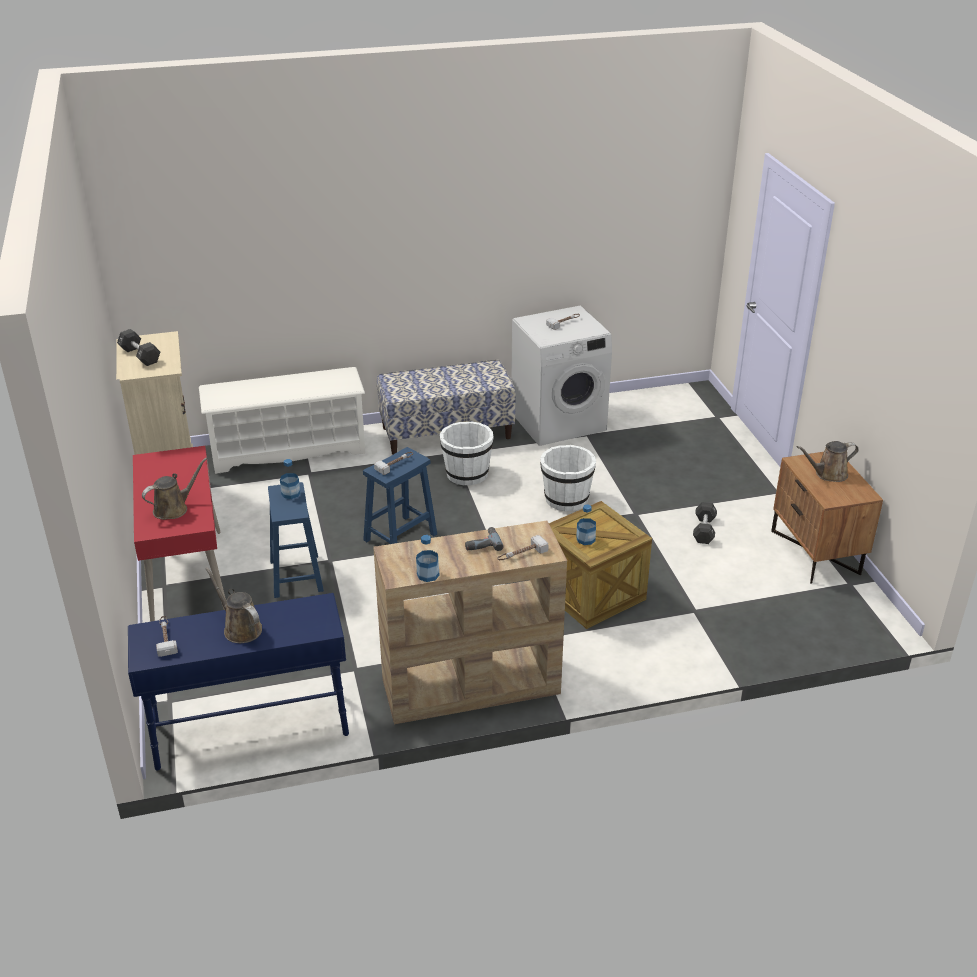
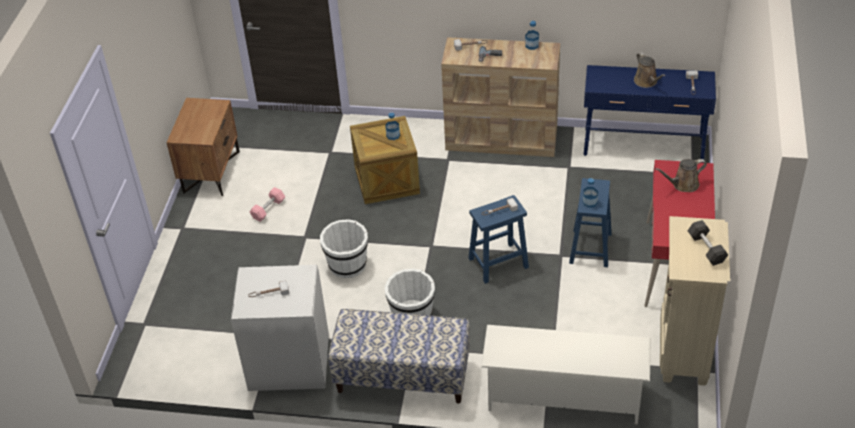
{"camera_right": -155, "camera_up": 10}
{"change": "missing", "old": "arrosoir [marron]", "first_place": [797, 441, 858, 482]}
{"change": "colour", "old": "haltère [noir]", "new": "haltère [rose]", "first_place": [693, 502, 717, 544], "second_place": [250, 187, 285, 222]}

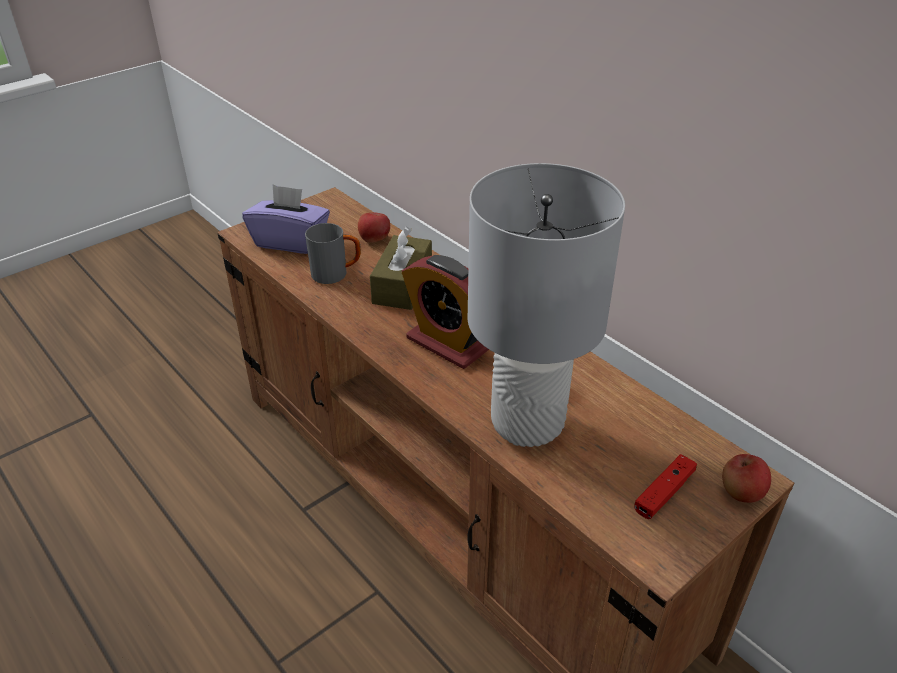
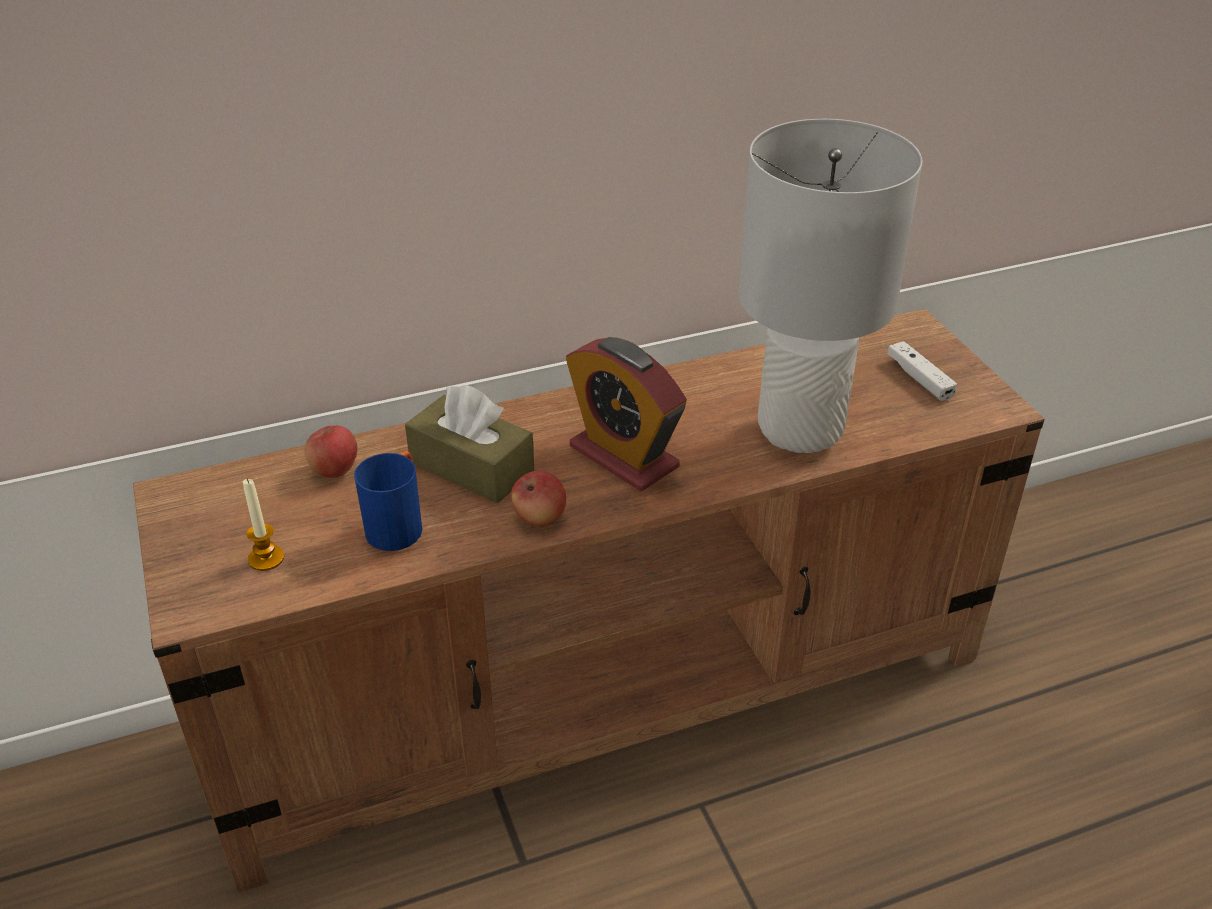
{"camera_right": -70, "camera_up": 0}
{"change": "relocated", "old": "pomme", "first_place": [722, 454, 771, 503], "second_place": [511, 471, 566, 526]}
{"change": "exchanged", "old": "boîte à mouchoirs [violet]", "new": "bougie", "first_place": [242, 185, 330, 254], "second_place": [243, 478, 284, 571]}
{"change": "colour", "old": "mug [gris]", "new": "mug [bleu]", "first_place": [305, 223, 361, 284], "second_place": [354, 451, 422, 551]}
{"change": "colour", "old": "manette [rouge]", "new": "manette [blanc]", "first_place": [634, 454, 697, 519], "second_place": [887, 341, 957, 401]}
{"change": "spun", "old": "réveil", "first_place": [402, 255, 489, 369], "second_place": [566, 337, 687, 491], "degrees": 75}

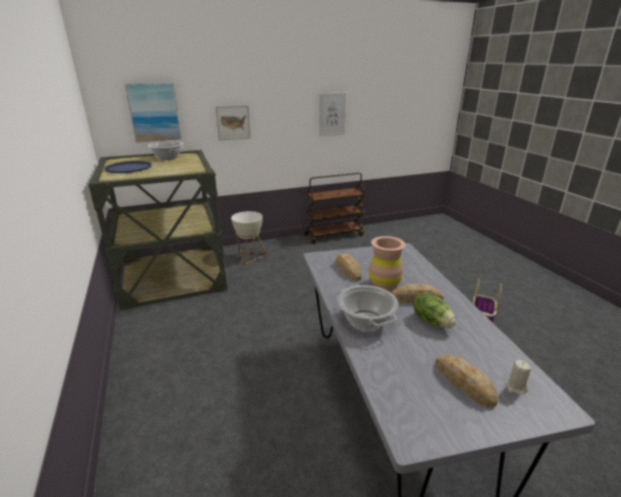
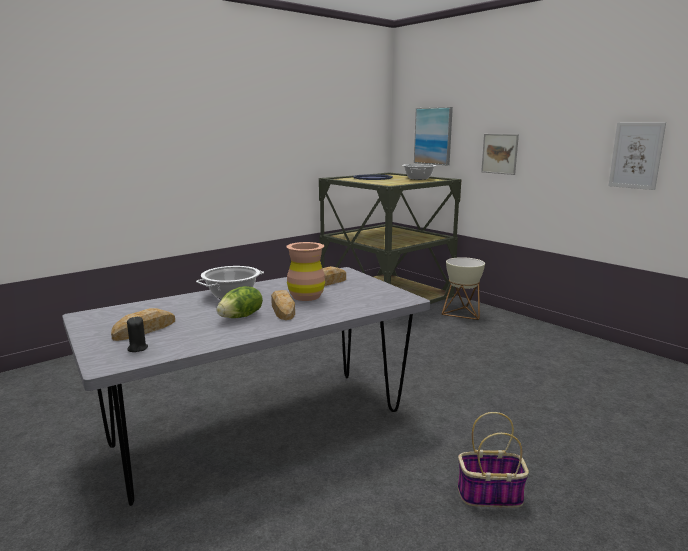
{"camera_right": 70, "camera_up": -10}
{"change": "missing", "old": "chariot [marron]", "first_place": [304, 173, 366, 244]}
{"change": "colour", "old": "bougie [beige]", "new": "bougie [noir]", "first_place": [505, 360, 531, 394], "second_place": [127, 317, 148, 352]}

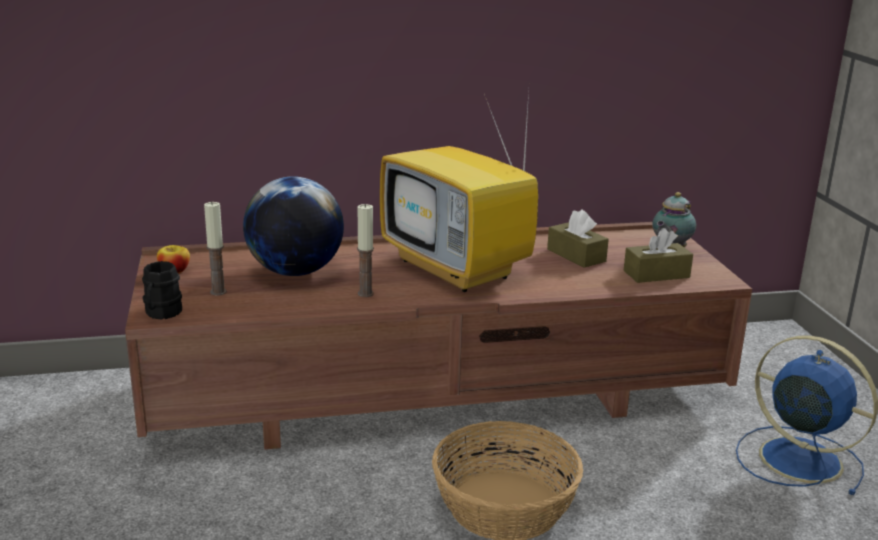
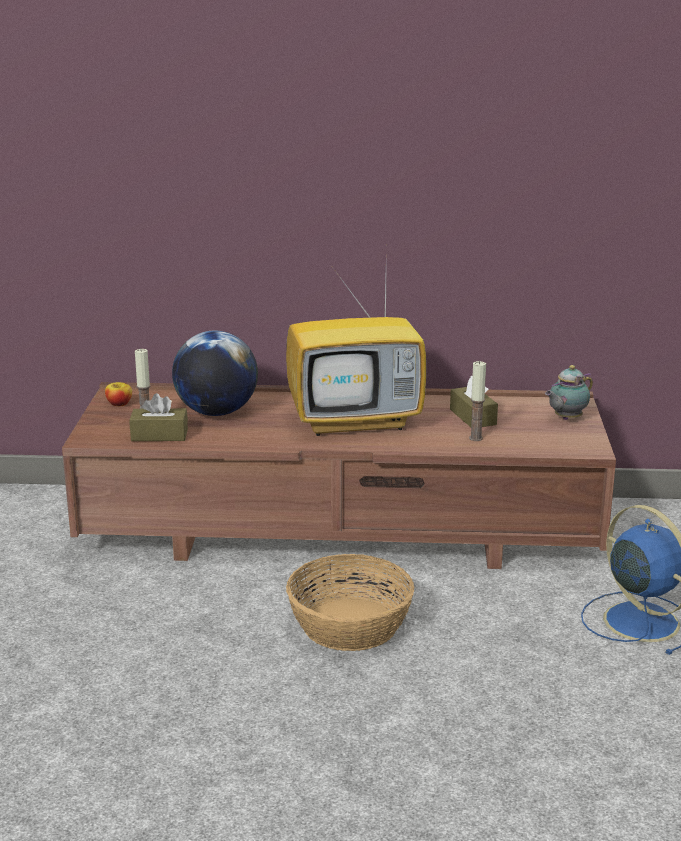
{"camera_right": 15, "camera_up": 0}
{"change": "missing", "old": "mug [noir]", "first_place": [142, 261, 182, 320]}
{"change": "relocated", "old": "bougie", "first_place": [357, 203, 374, 297], "second_place": [469, 361, 486, 441]}
{"change": "relocated", "old": "boîte à mouchoirs [marron]", "first_place": [623, 228, 693, 283], "second_place": [129, 393, 188, 441]}
{"change": "spun", "old": "téléviseur", "first_place": [380, 92, 538, 292], "second_place": [286, 264, 426, 436], "degrees": -75}

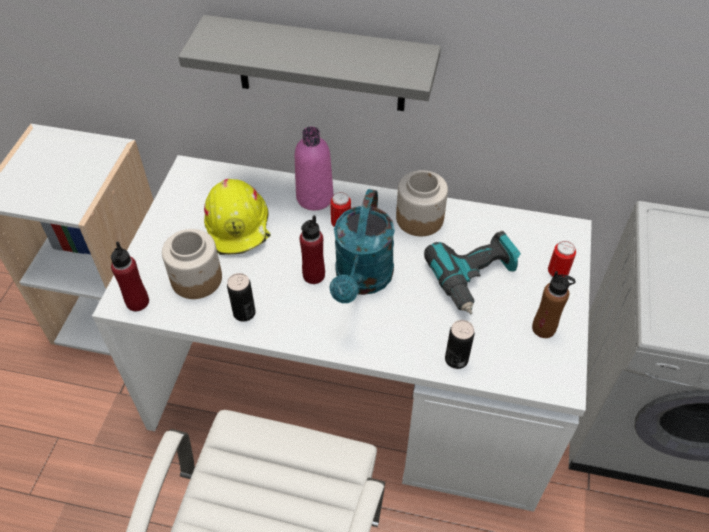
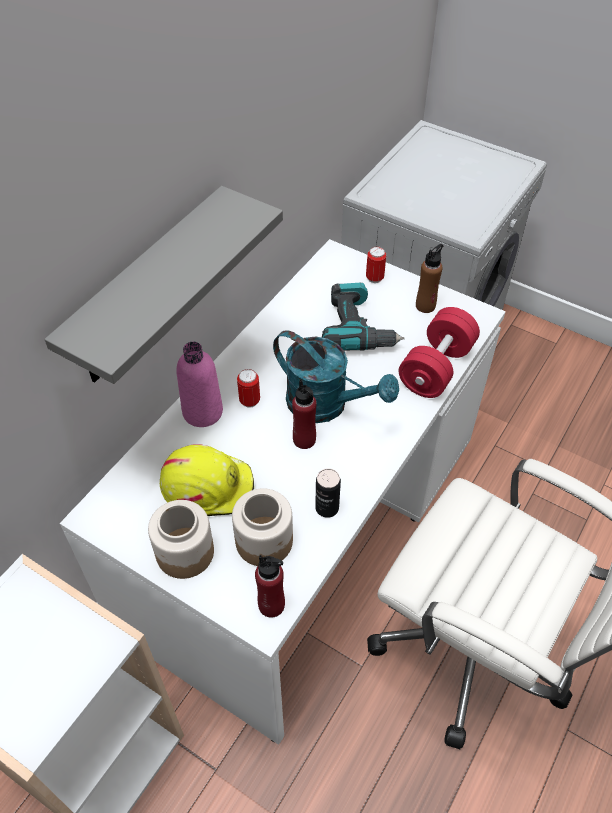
{"camera_right": -70, "camera_up": 0}
{"change": "relocated", "old": "bocal", "first_place": [396, 170, 448, 236], "second_place": [148, 500, 214, 579]}
{"change": "exchanged", "old": "boîte métallique", "new": "haltère [rouge]", "first_place": [445, 320, 475, 369], "second_place": [399, 307, 480, 398]}

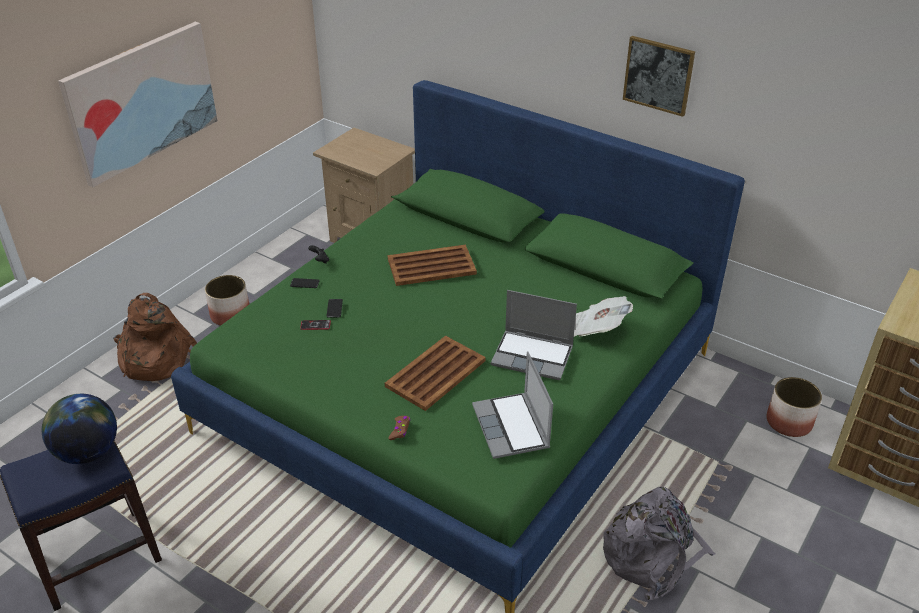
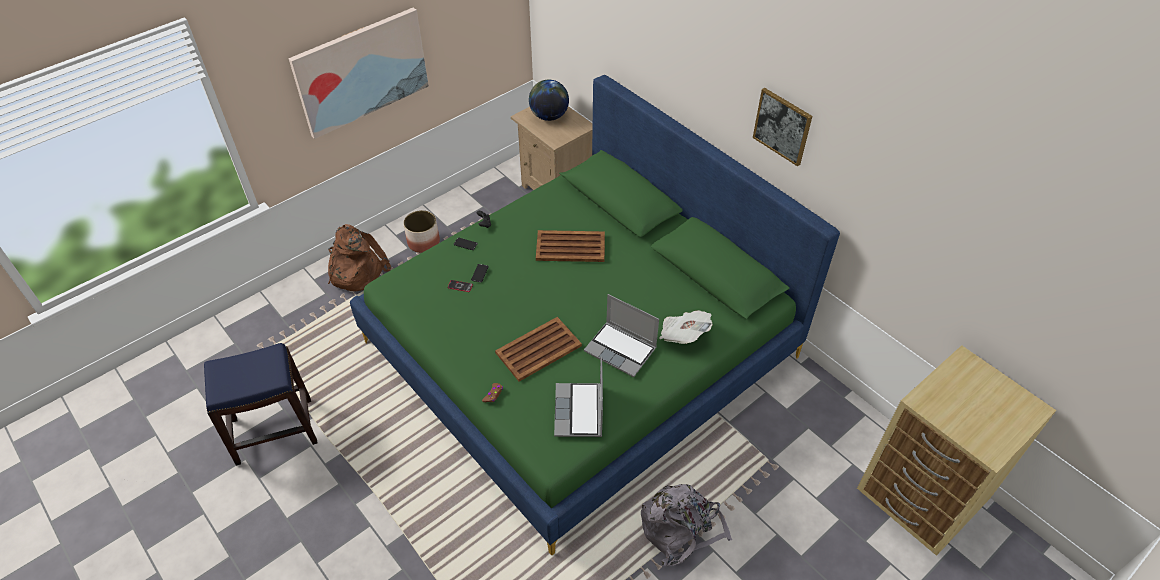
{"camera_right": 15, "camera_up": 10}
{"change": "missing", "old": "cache-pot", "first_place": [767, 377, 822, 437]}
{"change": "relocated", "old": "globe", "first_place": [42, 394, 117, 464], "second_place": [529, 79, 569, 121]}

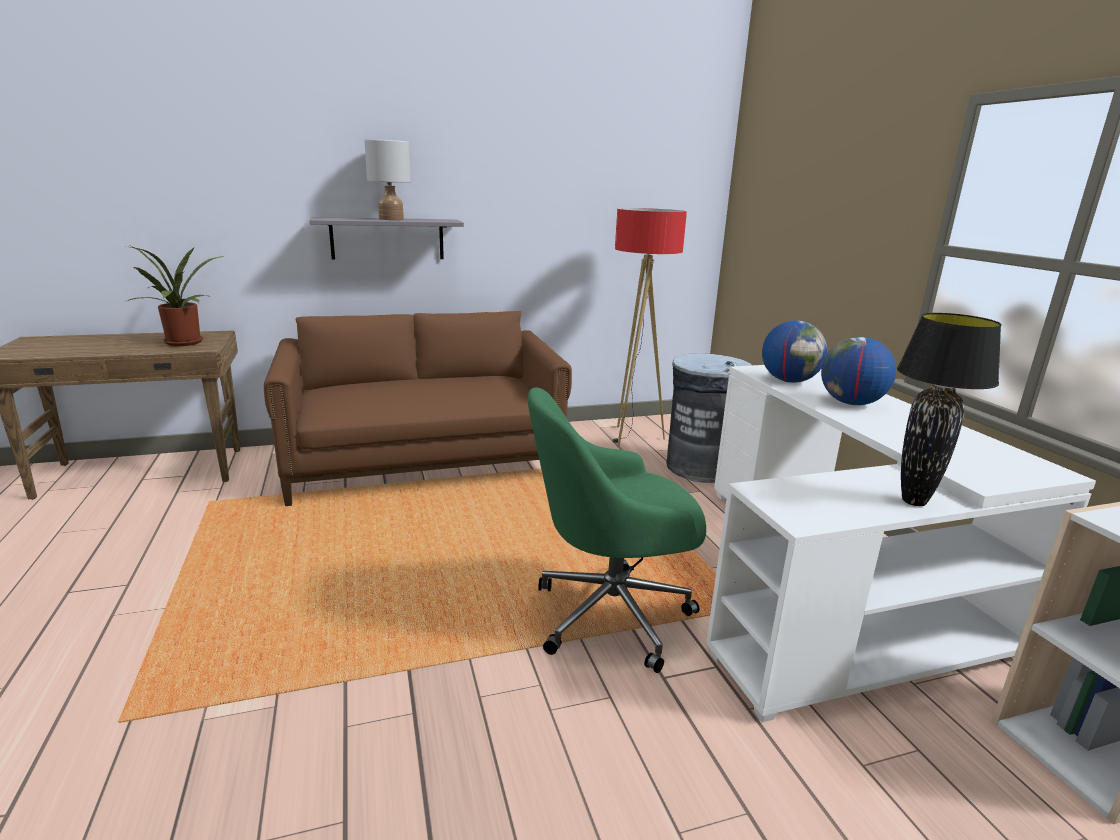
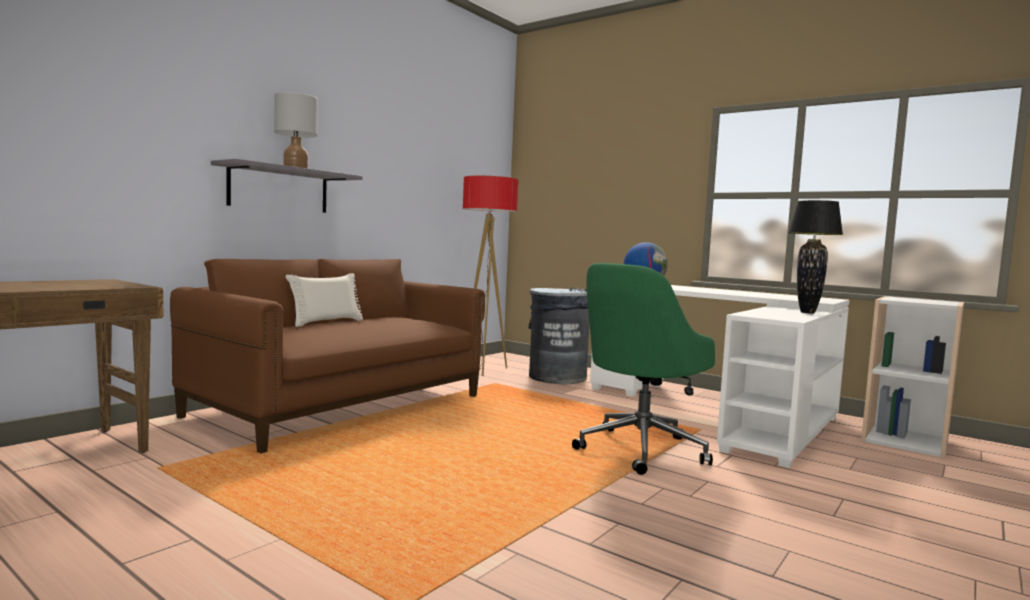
{"camera_right": -35, "camera_up": -15}
{"change": "missing", "old": "plante en pot", "first_place": [126, 245, 224, 346]}
{"change": "missing", "old": "globe", "first_place": [821, 337, 896, 405]}
{"change": "appeared", "new": "coussin [blanc]", "second_place": [286, 273, 363, 327]}

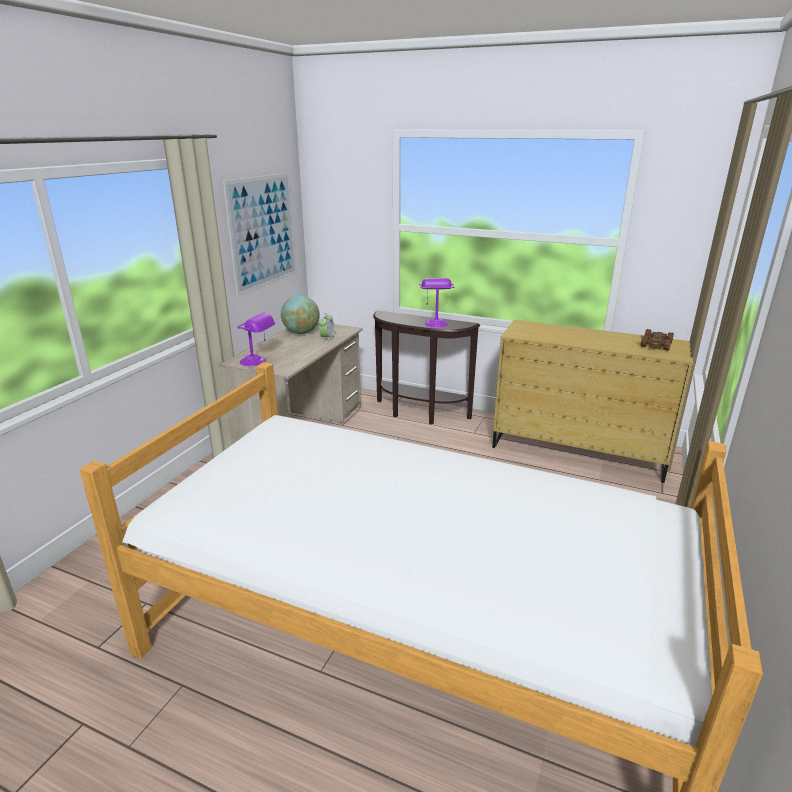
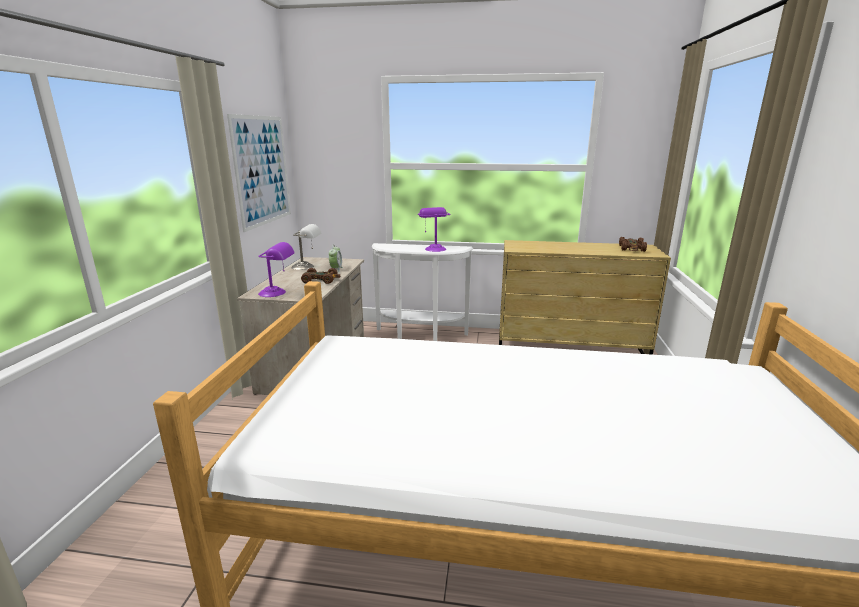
{"camera_right": -15, "camera_up": -5}
{"change": "appeared", "new": "petite voiture [marron]", "second_place": [301, 268, 341, 284]}
{"change": "exchanged", "old": "globe", "new": "lampe de table [blanc]", "first_place": [281, 295, 320, 334], "second_place": [291, 224, 321, 270]}
{"change": "colour", "old": "table console [marron]", "new": "table console [blanc]", "first_place": [373, 310, 481, 425], "second_place": [372, 243, 473, 341]}

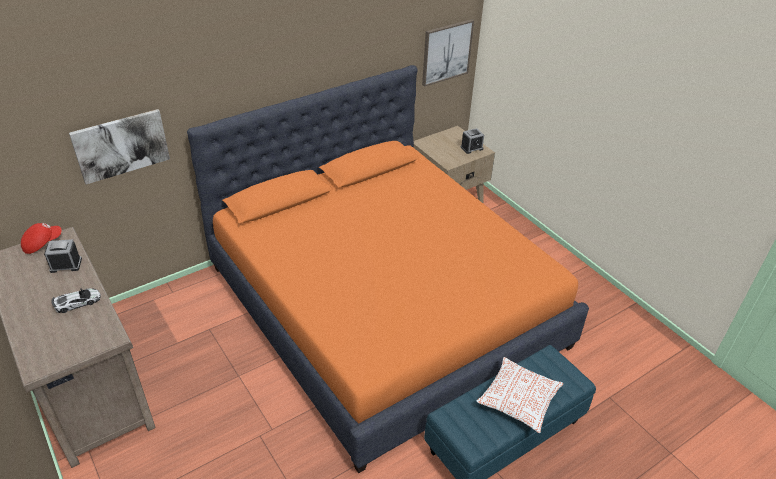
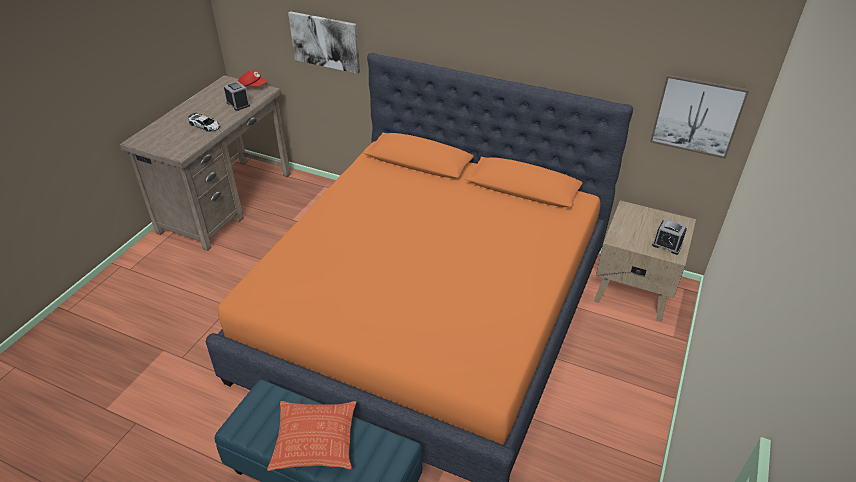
{"camera_right": 60, "camera_up": 0}
{"change": "colour", "old": "coussin [blanc]", "new": "coussin [orange]", "first_place": [476, 357, 563, 433], "second_place": [267, 401, 356, 471]}

